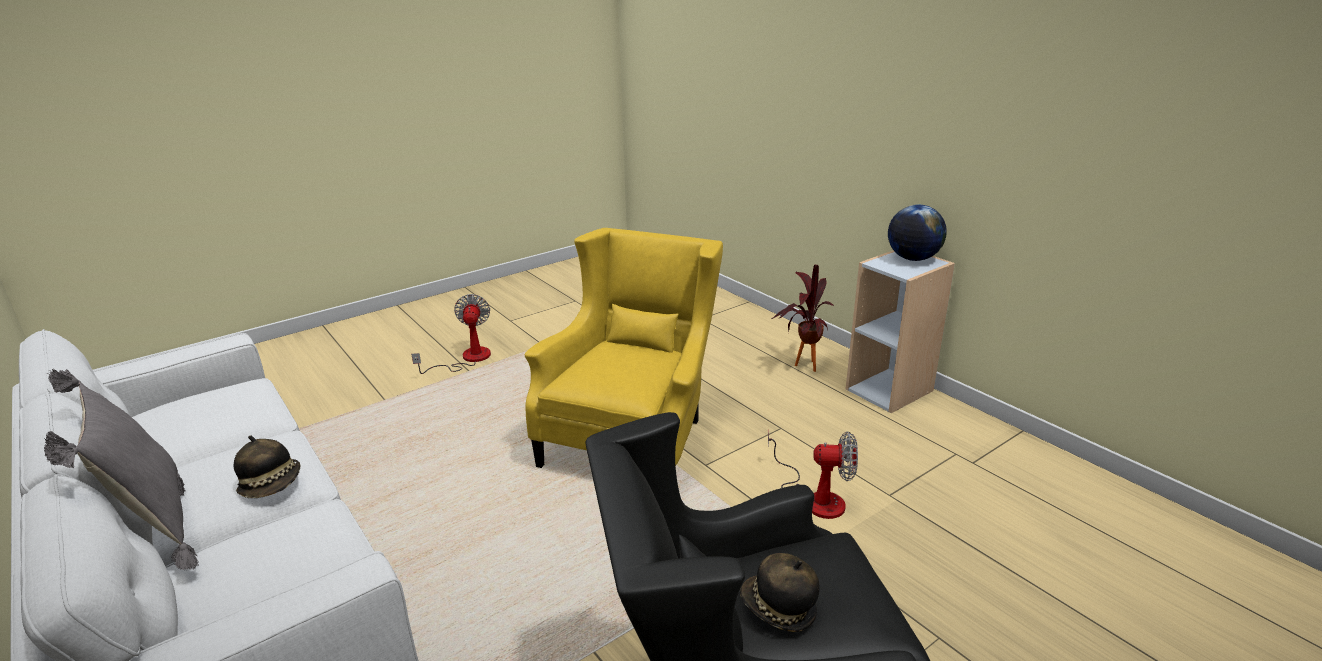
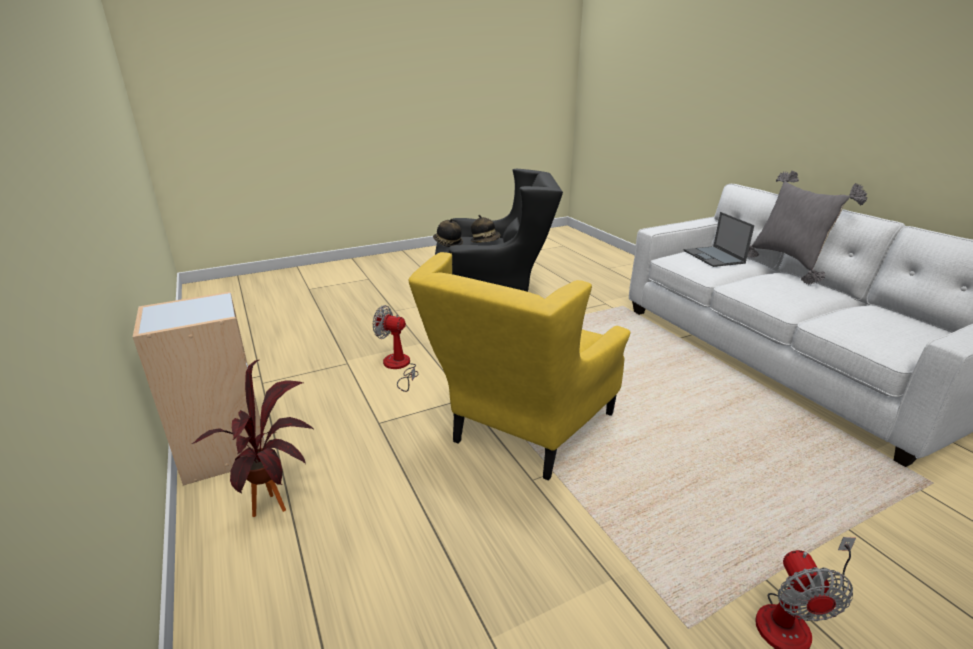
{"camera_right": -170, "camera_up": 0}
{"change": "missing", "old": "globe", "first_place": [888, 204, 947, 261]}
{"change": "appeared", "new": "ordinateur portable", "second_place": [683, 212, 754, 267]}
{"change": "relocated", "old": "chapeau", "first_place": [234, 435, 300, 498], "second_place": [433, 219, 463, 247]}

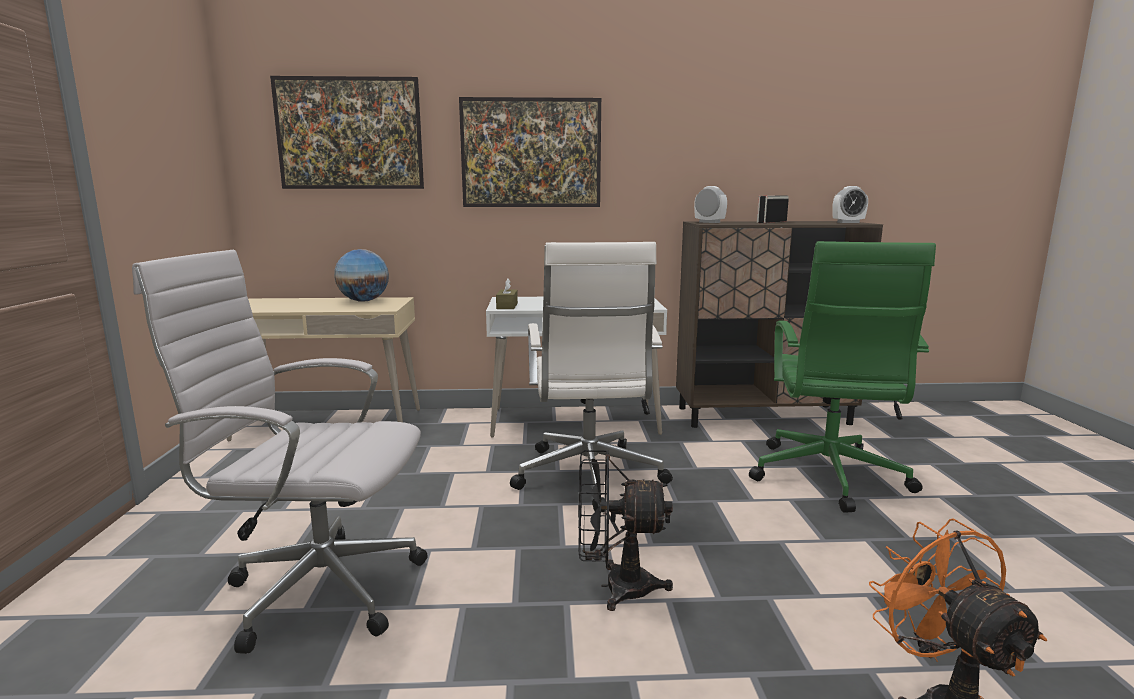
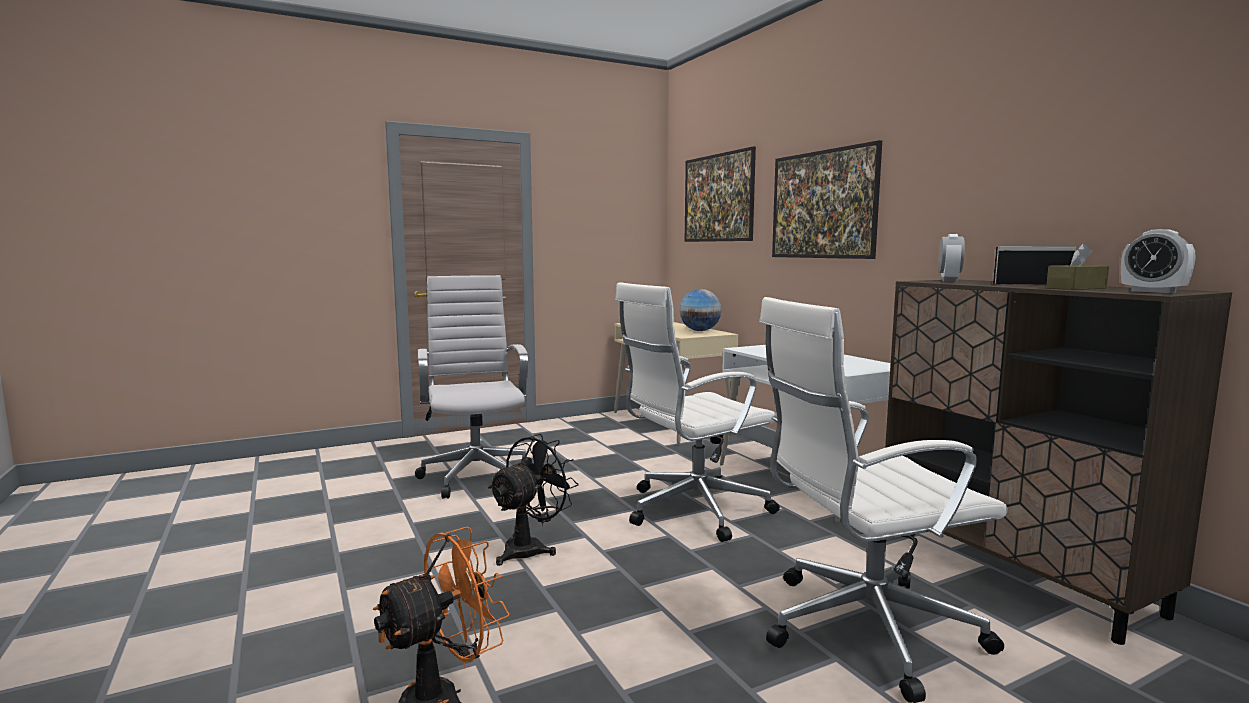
{"camera_right": 65, "camera_up": -5}
{"change": "relocated", "old": "boîte à mouchoirs [marron]", "first_place": [496, 278, 518, 309], "second_place": [1046, 244, 1109, 290]}
{"change": "colour", "old": "chaise de bureau [vert]", "new": "chaise de bureau [blanc]", "first_place": [749, 241, 936, 513], "second_place": [759, 297, 1008, 703]}
{"change": "spun", "old": "ventilateur [noir]", "first_place": [578, 450, 673, 611], "second_place": [488, 434, 579, 566], "degrees": 60}

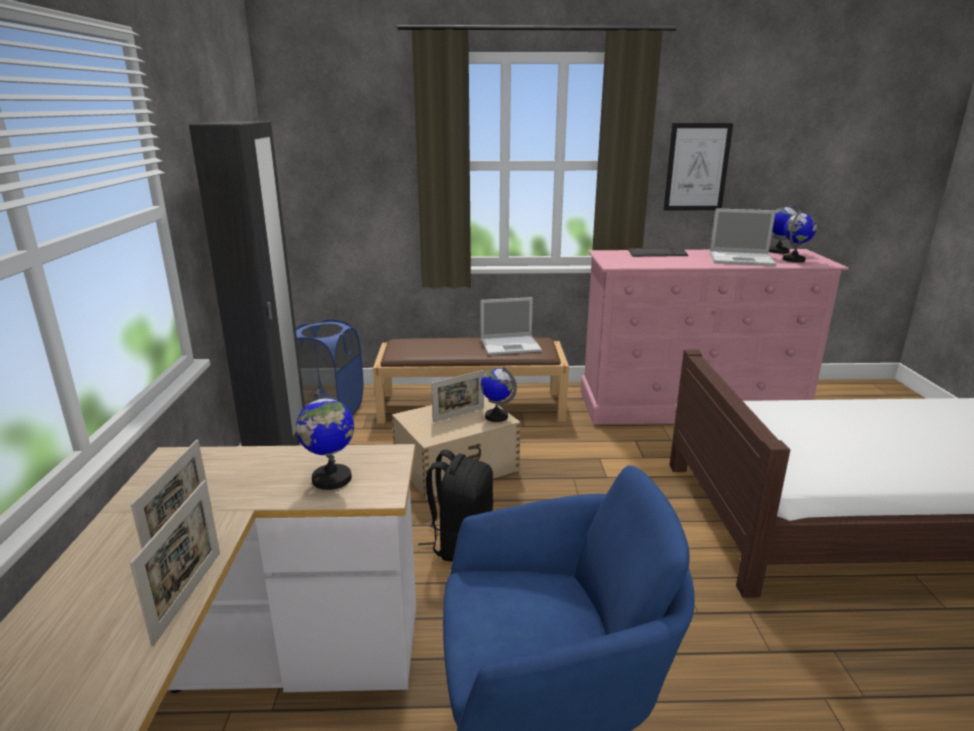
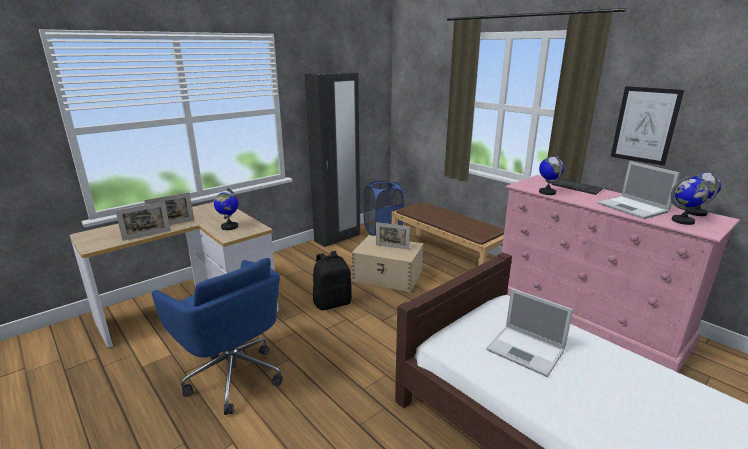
{"camera_right": 50, "camera_up": 0}
{"change": "relocated", "old": "ordinateur portable", "first_place": [480, 297, 542, 355], "second_place": [486, 288, 573, 377]}
{"change": "relocated", "old": "globe", "first_place": [481, 367, 517, 422], "second_place": [539, 155, 564, 195]}

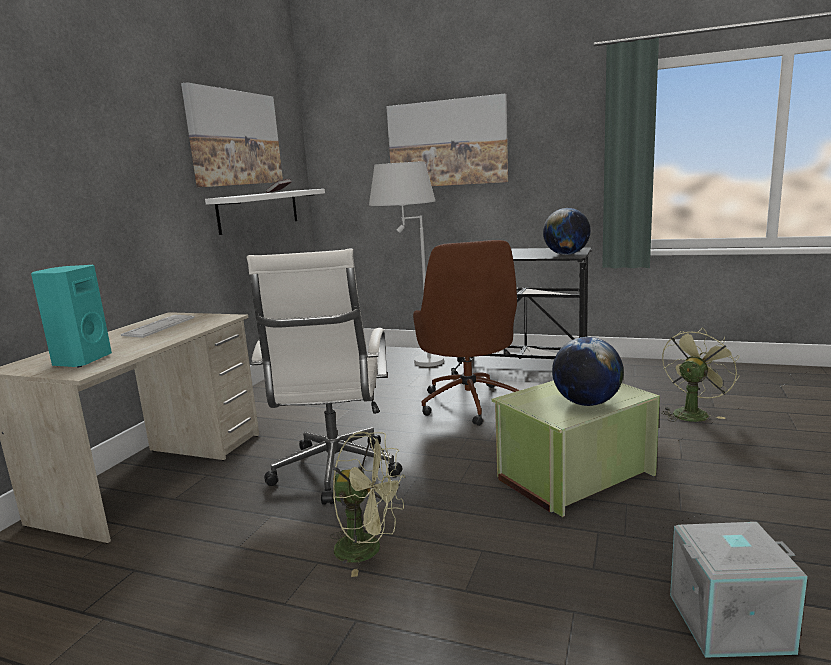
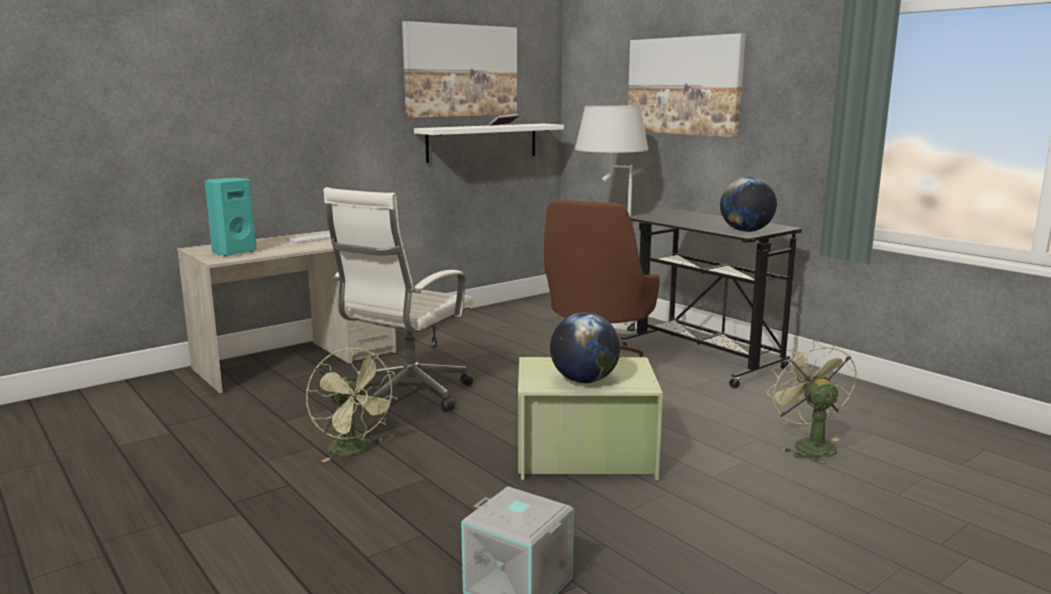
{"camera_right": 30, "camera_up": 0}
{"change": "spun", "old": "ventilateur [vert]", "first_place": [661, 328, 740, 422], "second_place": [767, 340, 857, 464], "degrees": -90}

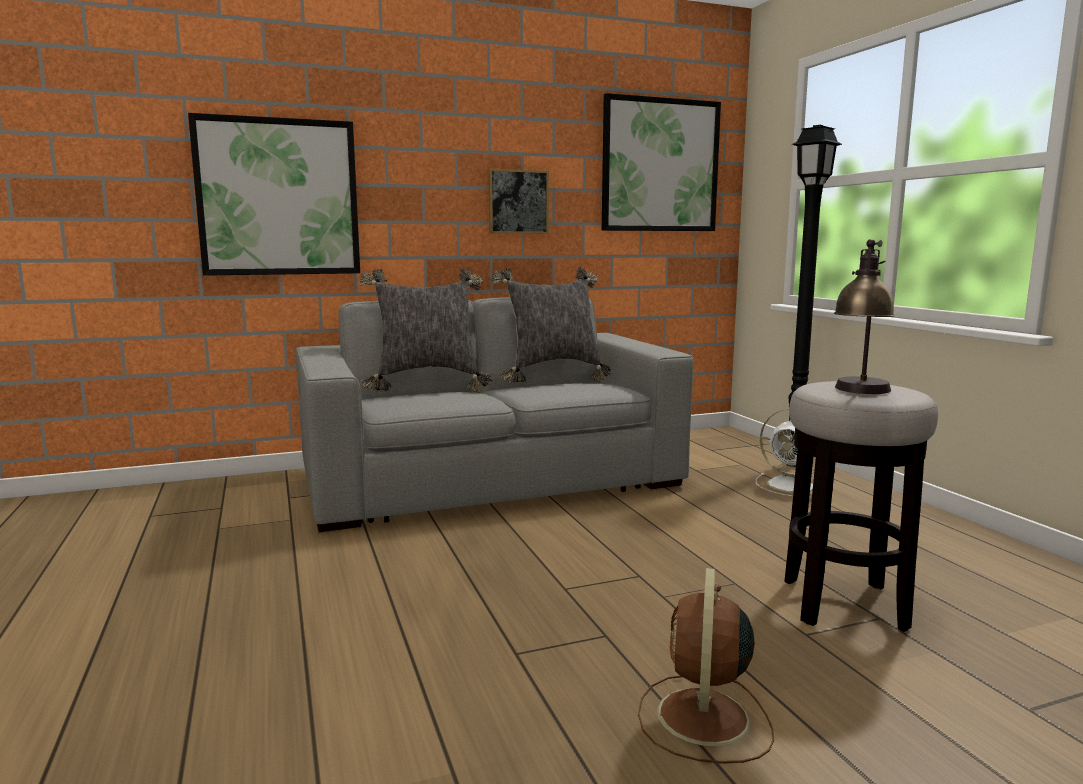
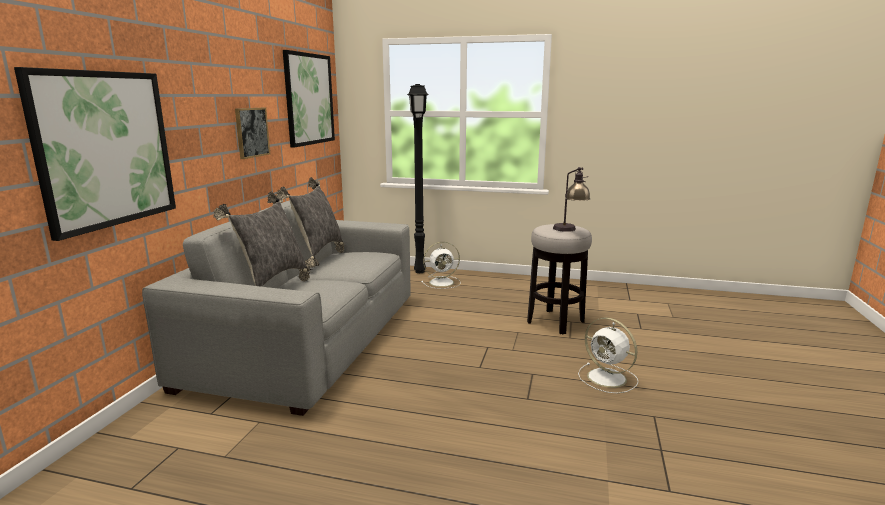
{"camera_right": -55, "camera_up": 5}
{"change": "colour", "old": "ventilateur [marron]", "new": "ventilateur [blanc]", "first_place": [638, 568, 774, 764], "second_place": [578, 317, 638, 394]}

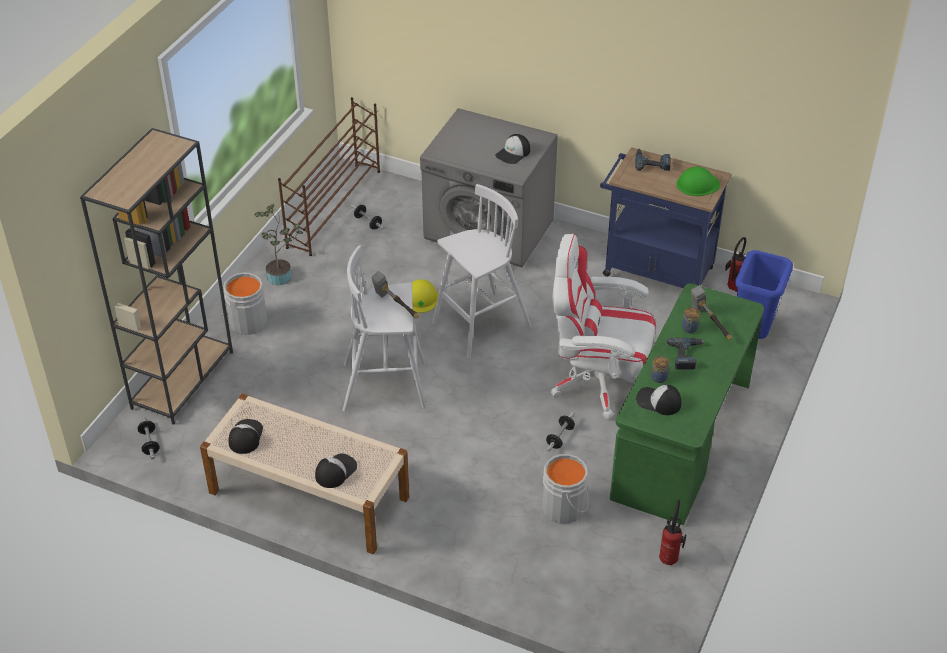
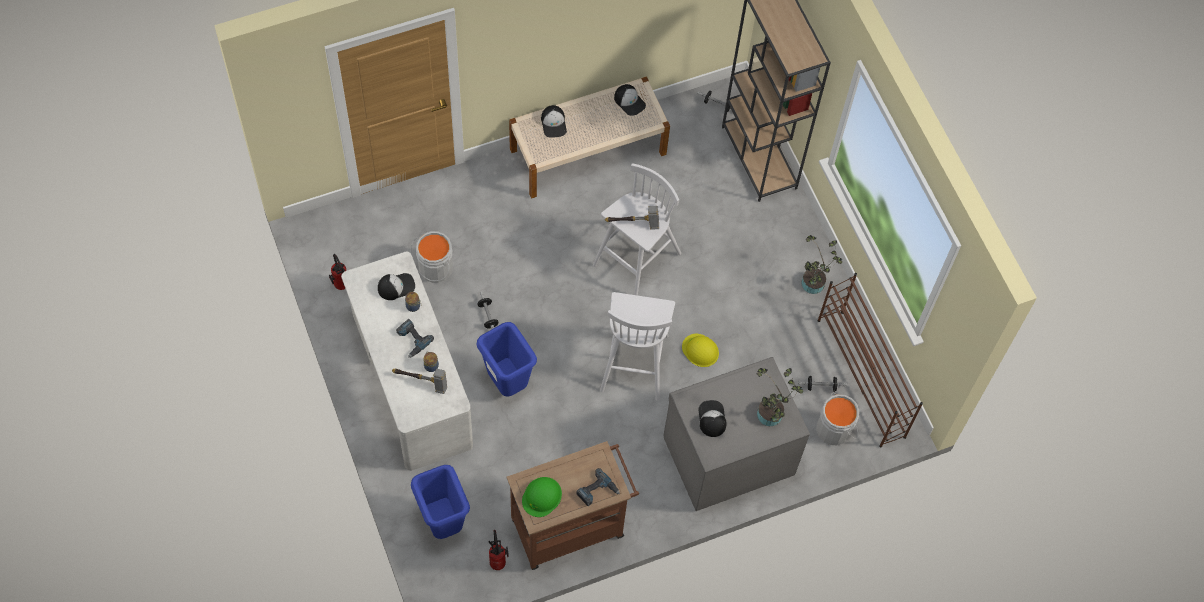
{"camera_right": 130, "camera_up": 20}
{"change": "appeared", "new": "plante en pot", "second_place": [757, 368, 803, 426]}
{"change": "relocated", "old": "seau [gris]", "first_place": [221, 272, 267, 335], "second_place": [817, 393, 859, 445]}
{"change": "exchanged", "old": "chaise de bureau [blanc]", "new": "poubelle [bleu]", "first_place": [551, 234, 656, 419], "second_place": [477, 322, 537, 397]}
{"change": "colour", "old": "chariot [bleu]", "new": "chariot [marron]", "first_place": [600, 147, 732, 288], "second_place": [507, 441, 639, 570]}
{"change": "colour", "old": "bureau [vert]", "new": "bureau [blanc]", "first_place": [610, 283, 764, 525], "second_place": [341, 252, 473, 471]}

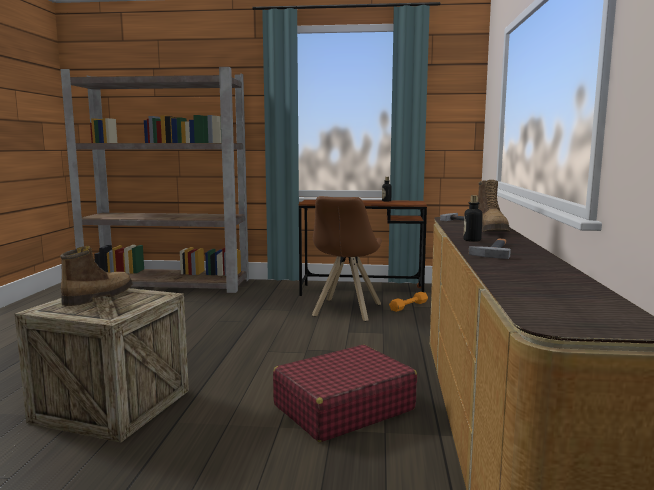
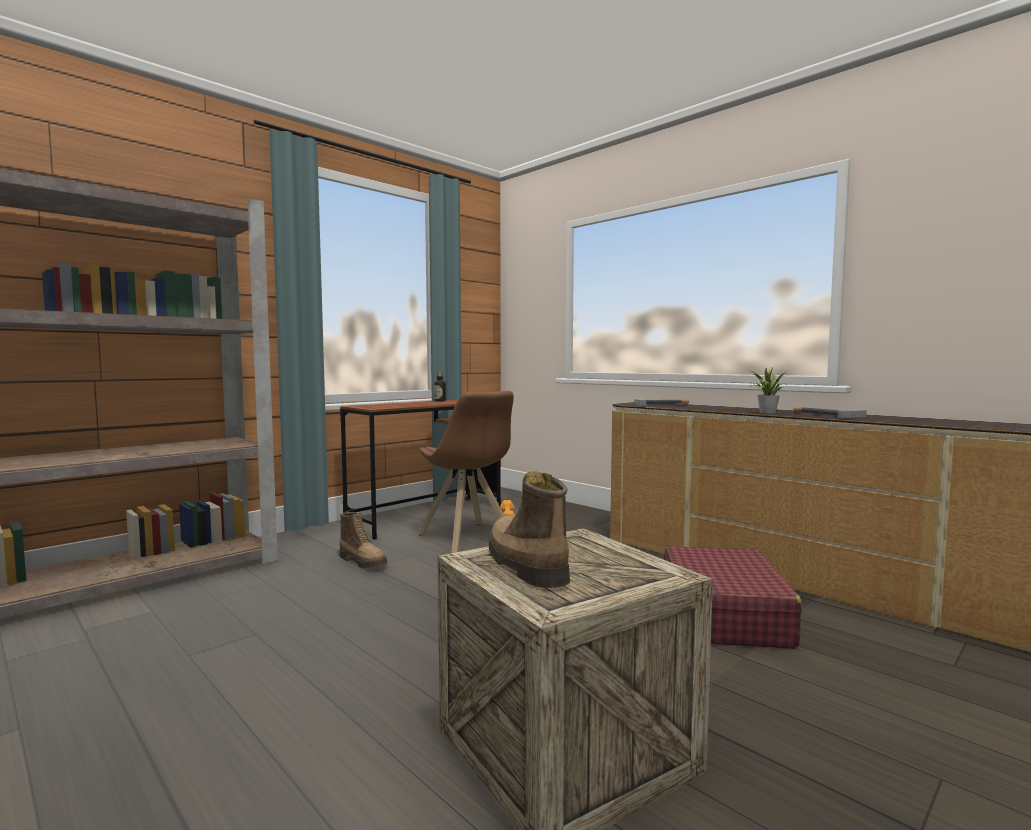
{"camera_right": -50, "camera_up": -5}
{"change": "relocated", "old": "botte", "first_place": [478, 180, 510, 232], "second_place": [339, 512, 387, 568]}
{"change": "exchanged", "old": "bouteille", "new": "plante en pot", "first_place": [463, 195, 483, 242], "second_place": [747, 366, 785, 413]}

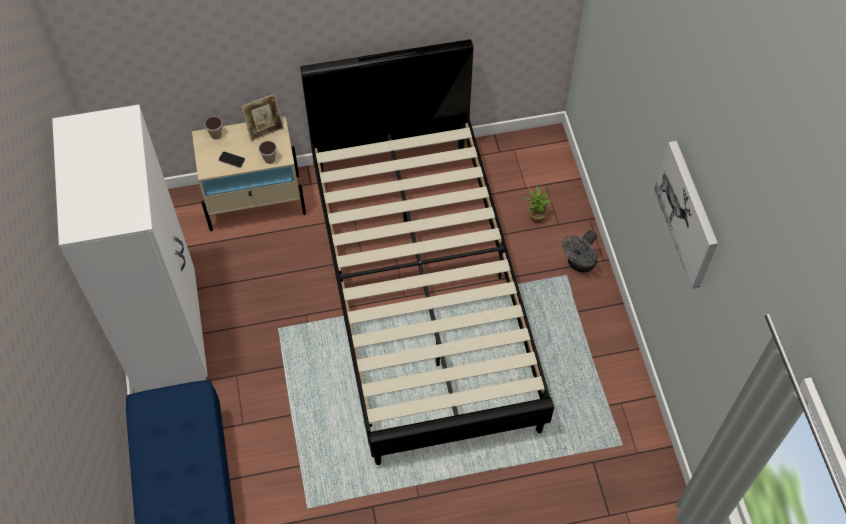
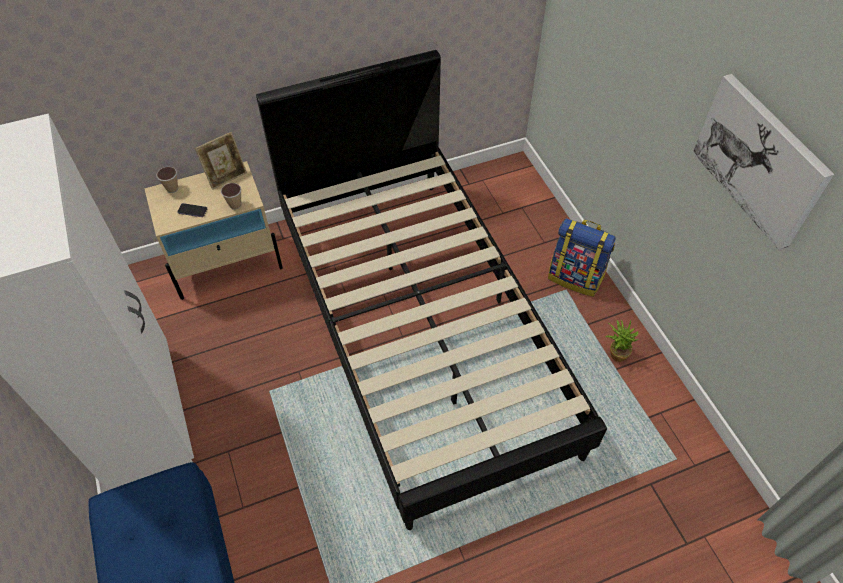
{"camera_right": -10, "camera_up": -5}
{"change": "relocated", "old": "plante en pot", "first_place": [522, 186, 552, 223], "second_place": [605, 320, 639, 362]}
{"change": "exchanged", "old": "ventilateur [gris]", "new": "sac à dos", "first_place": [562, 230, 597, 273], "second_place": [548, 218, 616, 297]}

